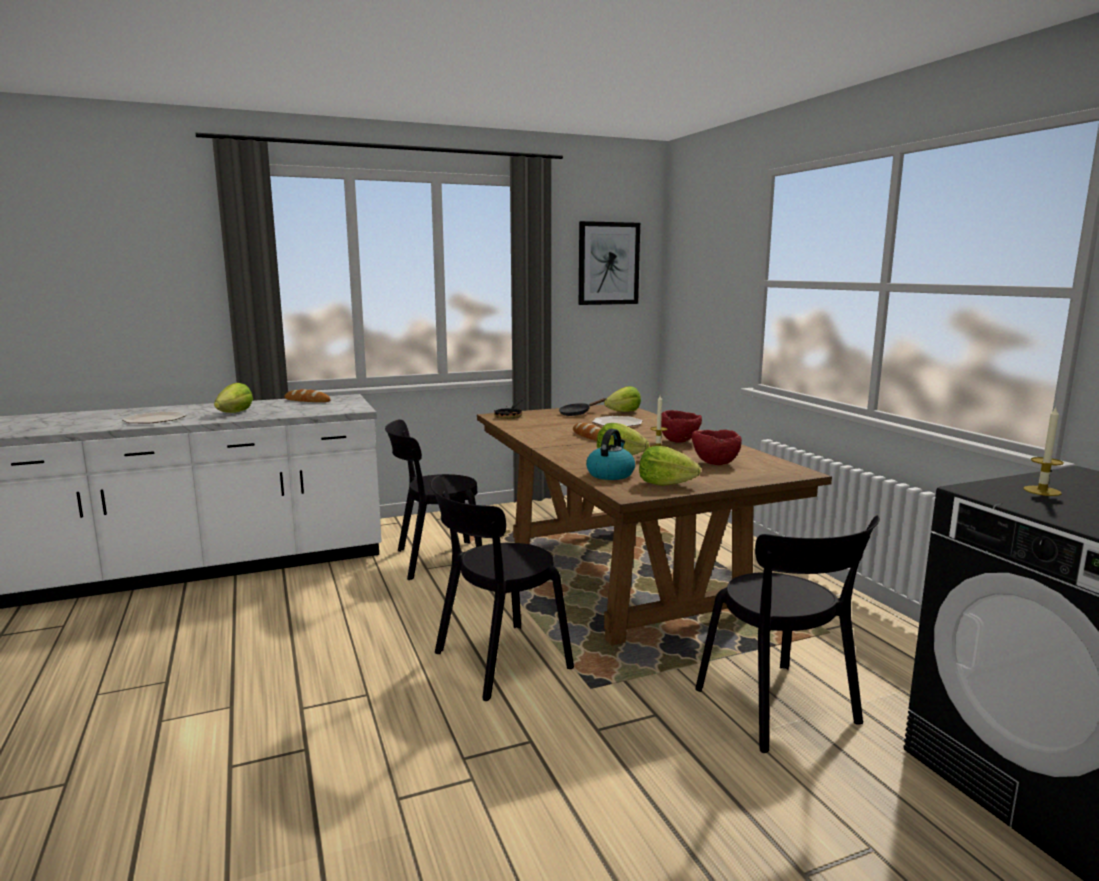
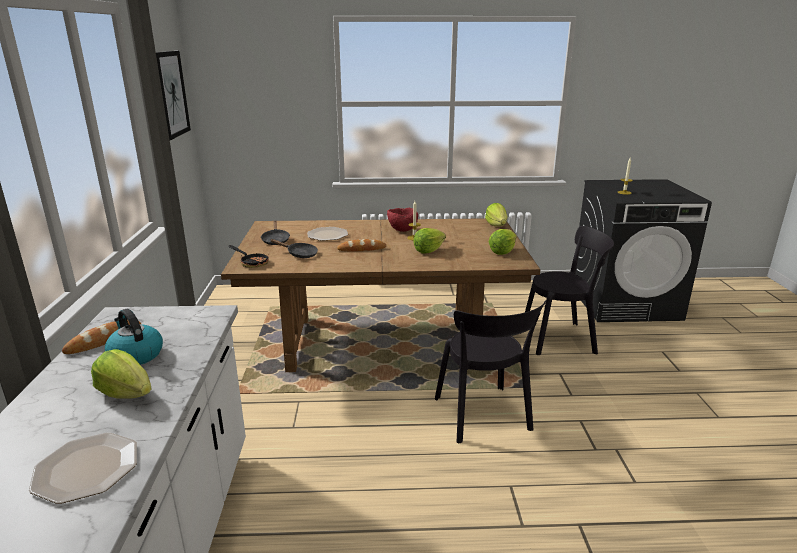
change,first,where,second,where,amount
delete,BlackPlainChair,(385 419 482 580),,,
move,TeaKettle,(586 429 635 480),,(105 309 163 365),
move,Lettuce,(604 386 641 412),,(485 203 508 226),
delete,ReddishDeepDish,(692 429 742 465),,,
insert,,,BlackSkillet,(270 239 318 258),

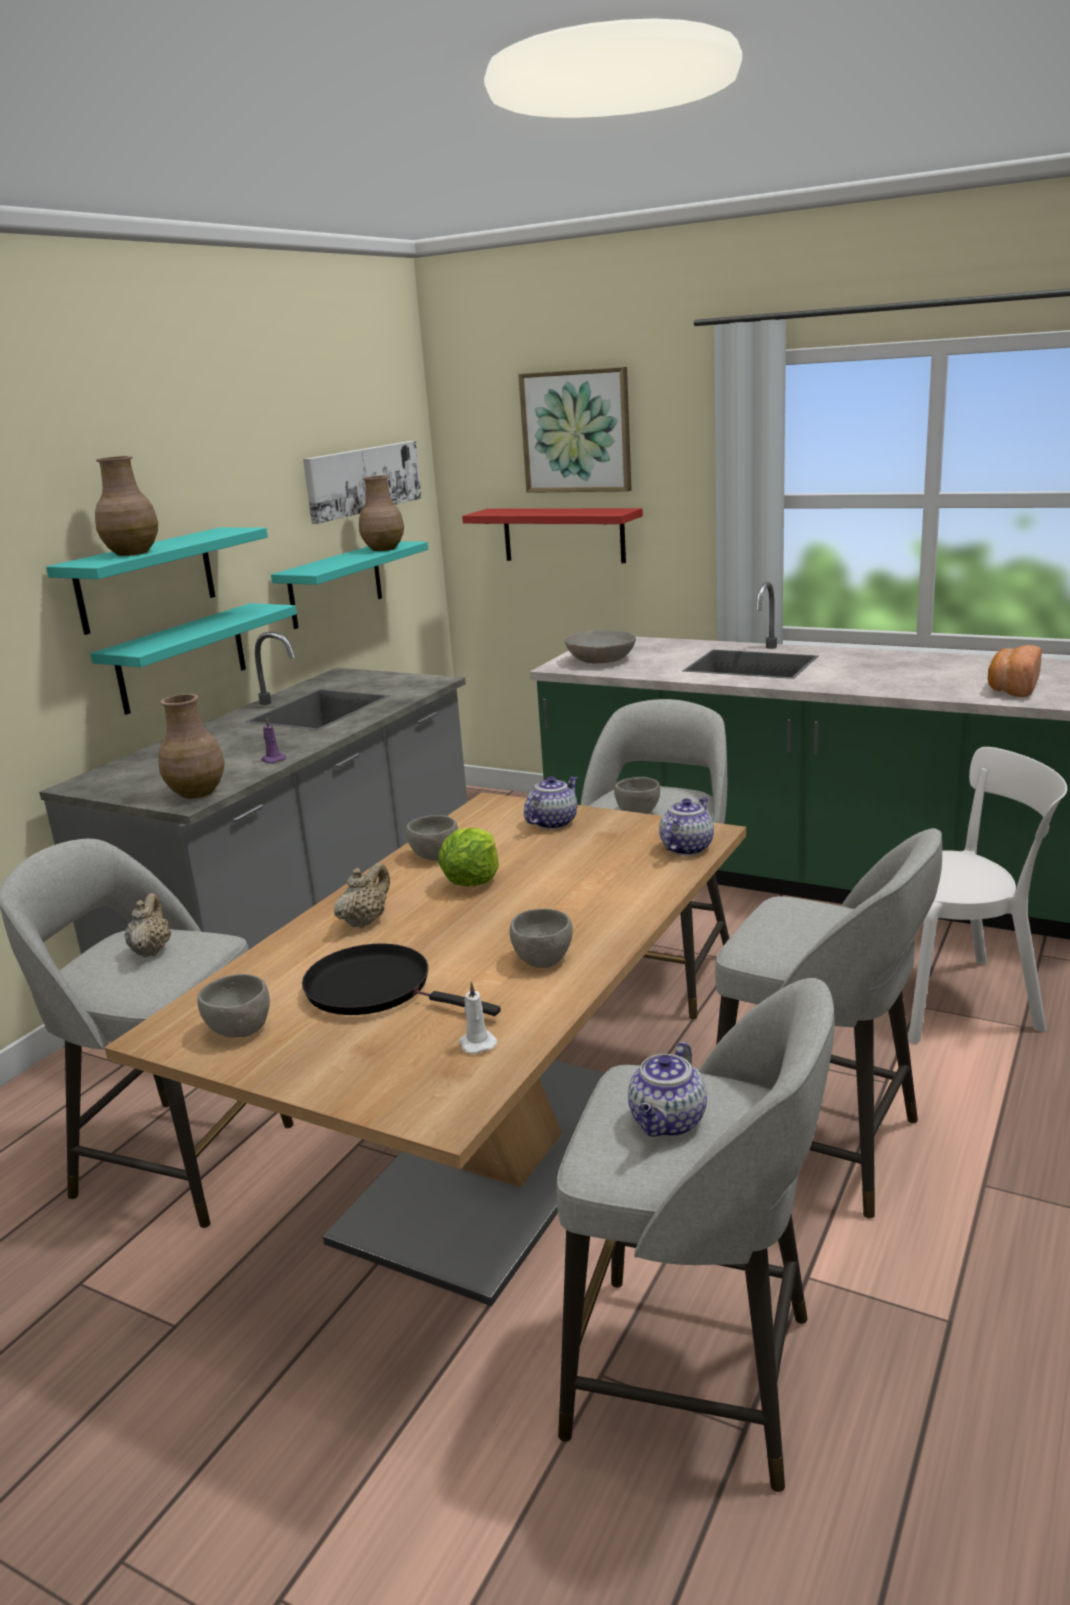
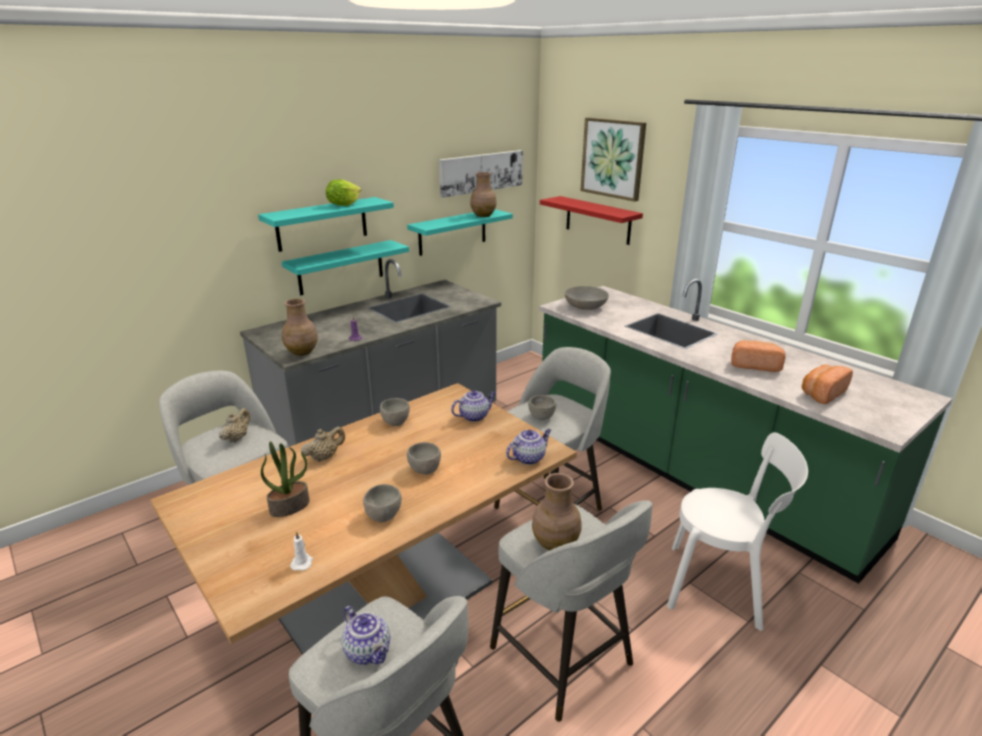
change,first,where,second,where,amount
move,BrownVase,(95 456 158 556),,(532 473 581 551),
move,GreyishDeepDish,(198 974 270 1038),,(407 442 441 475),
replace,BlackSkillet,(302 944 501 1016),PlantInAPot,(261 441 310 517),
move,Lettuce,(438 828 499 887),,(326 180 361 206),
rotate,TeaPot,(628 1042 707 1137),,(342 606 390 664),90 degrees counterclockwise
insert,,,BakedBread,(731 340 786 372),

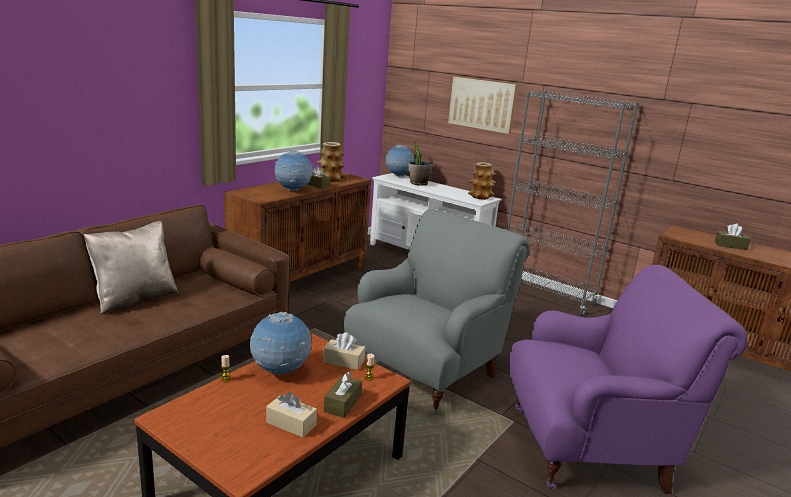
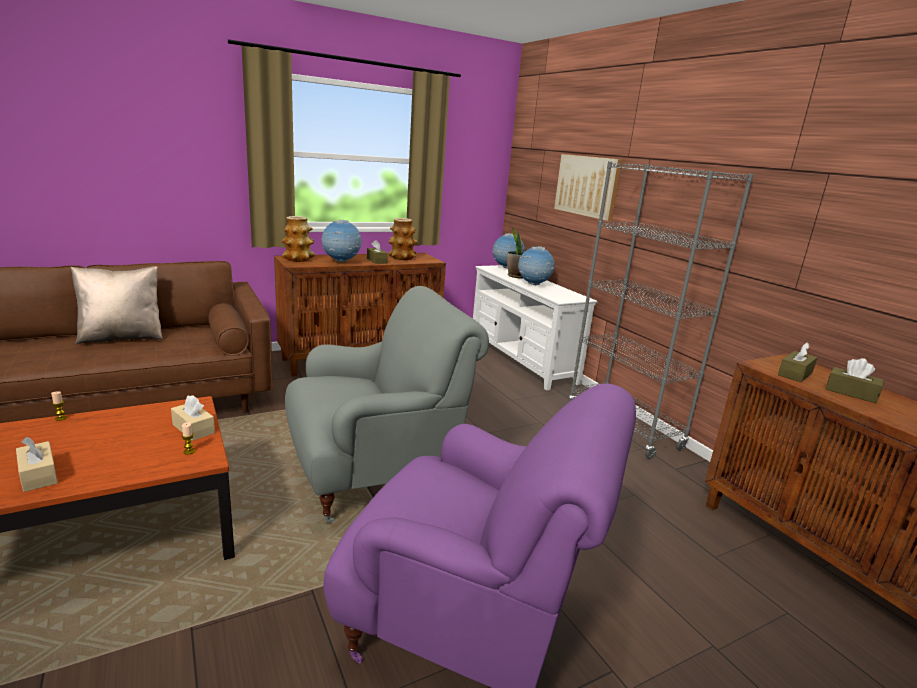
change,first,where,second,where,amount
move,WorldGlobe,(250 312 312 375),,(518 246 554 285),
move,BrownTissueHolder,(324 372 362 418),,(778 342 817 382),
move,Vase,(468 162 496 200),,(281 216 315 262),

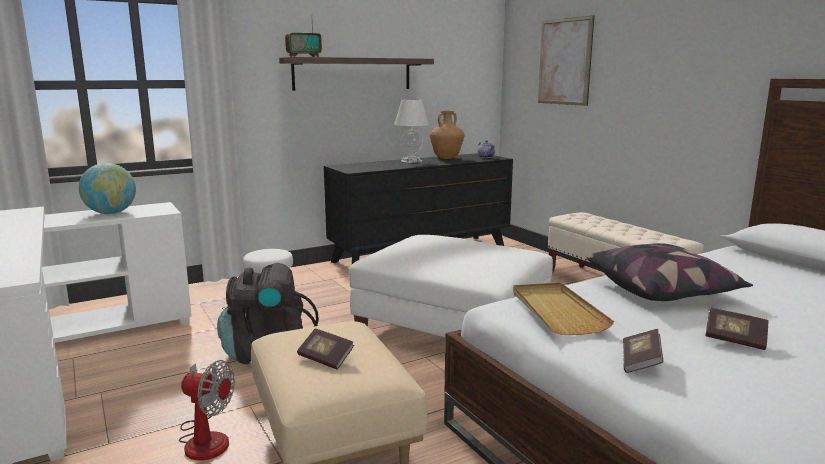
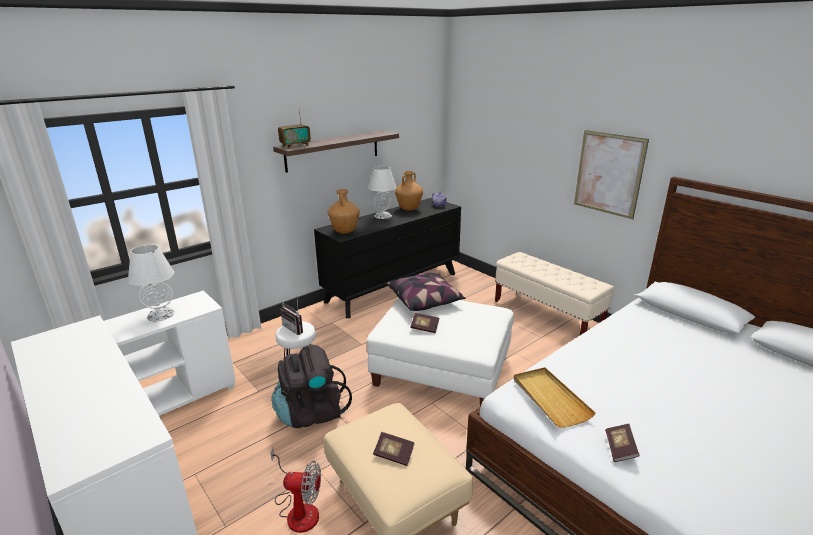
change,first,where,second,where,amount
replace,WorldGlobe,(79 163 136 214),WhitishLampForATable,(128 244 175 321),
move,WallPicture,(538 15 594 106),,(574 130 649 219),
move,ThrowPillow,(586 243 753 301),,(387 273 466 311),
move,Book,(706 308 768 350),,(410 313 439 333),
insert,,,RadioSet,(280 299 303 335),
insert,,,BrownVase,(328 189 360 234),

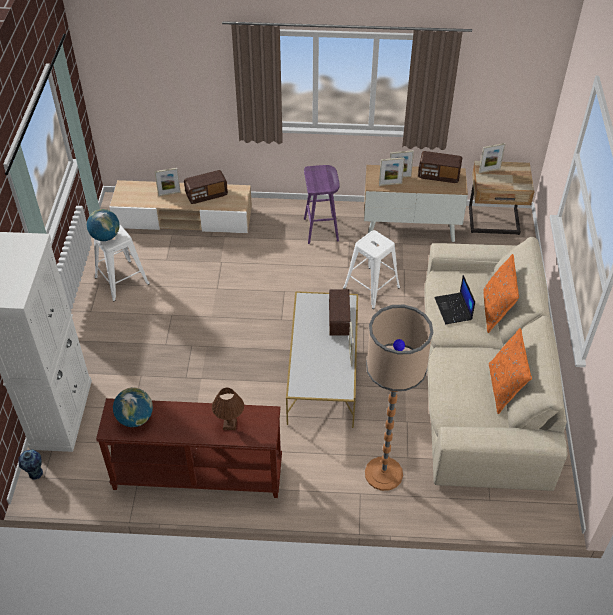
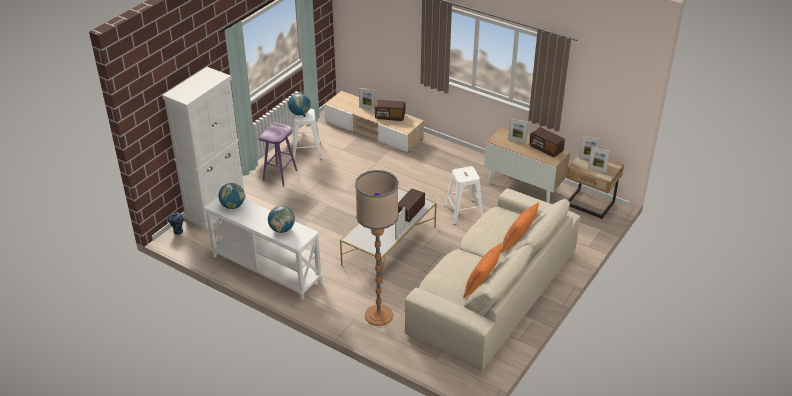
change,first,where,second,where,amount
recolor,BrownHallTable,(96 398 282 498),WhitishHallTable,(204 197 322 300),
replace,BrownLampForATable,(212 388 244 430),WorldGlobe,(268 206 295 233),
move,PurplishSittingStool,(304 165 340 244),,(259 122 297 186),
move,StandingFrame,(379 157 405 186),,(588 147 610 173),
delete,NotebookComputer,(434 275 475 324),,,

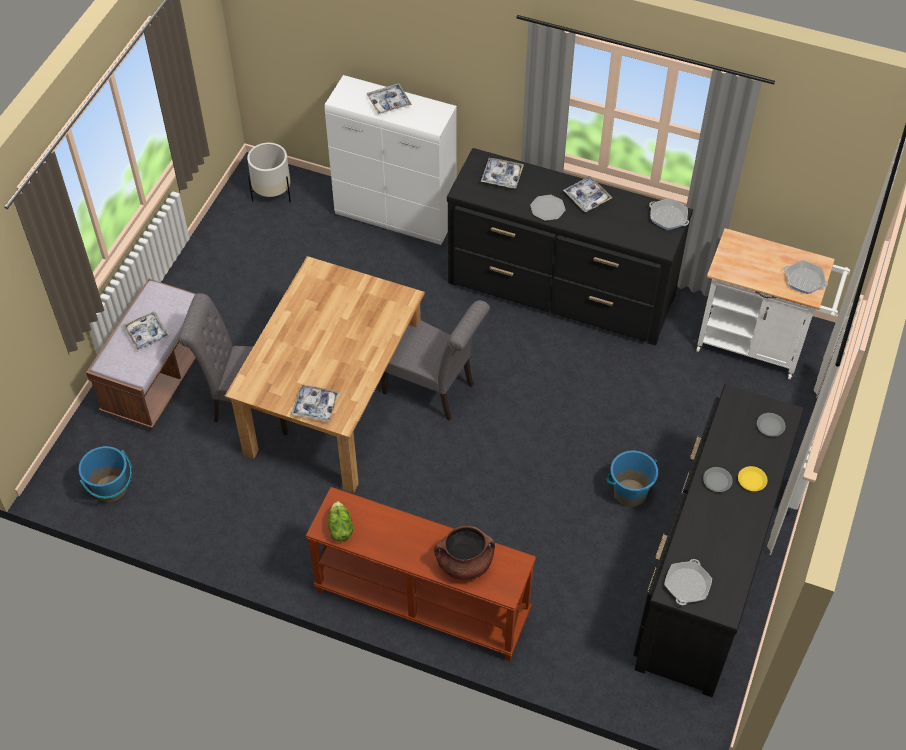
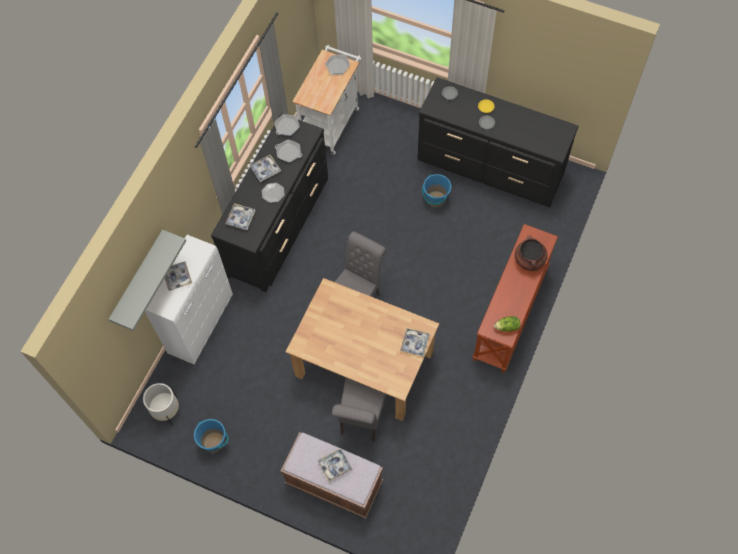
change,first,where,second,where,amount
move,BlueColouredWaterBucket,(78 446 132 502),,(194 419 228 453),
move,Skillet,(664 559 712 605),,(275 140 302 162),
insert,,,GreyishBracketShelf,(109 230 186 331),

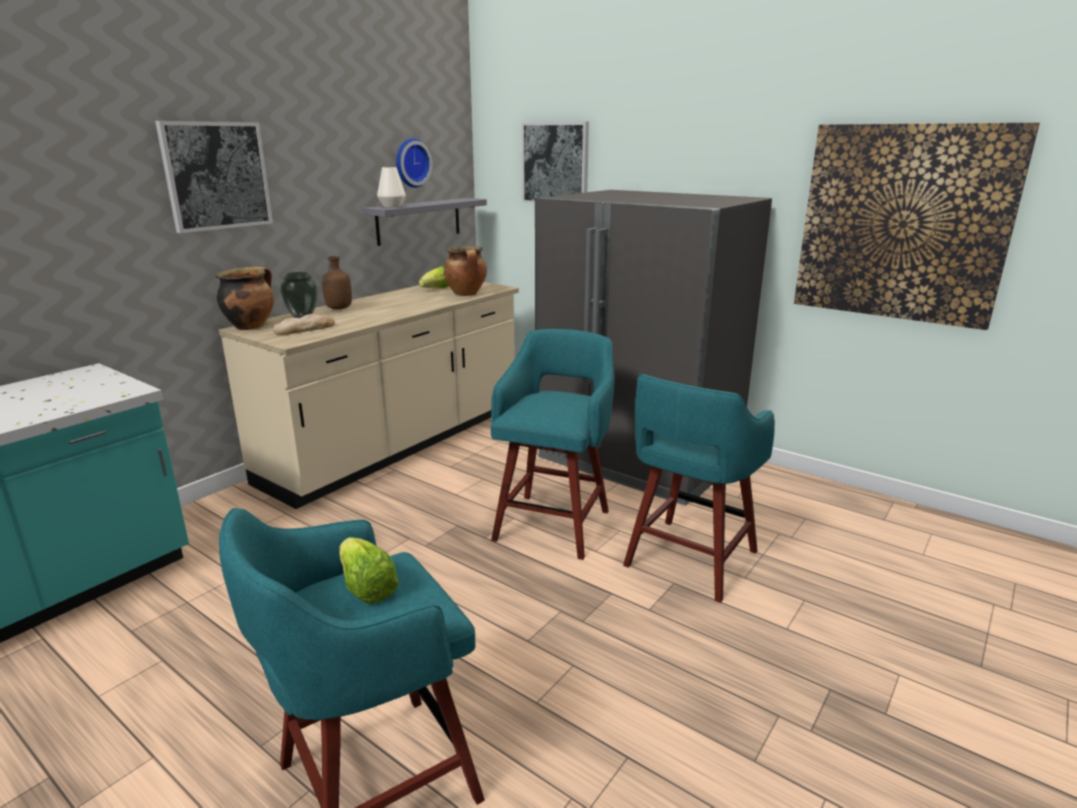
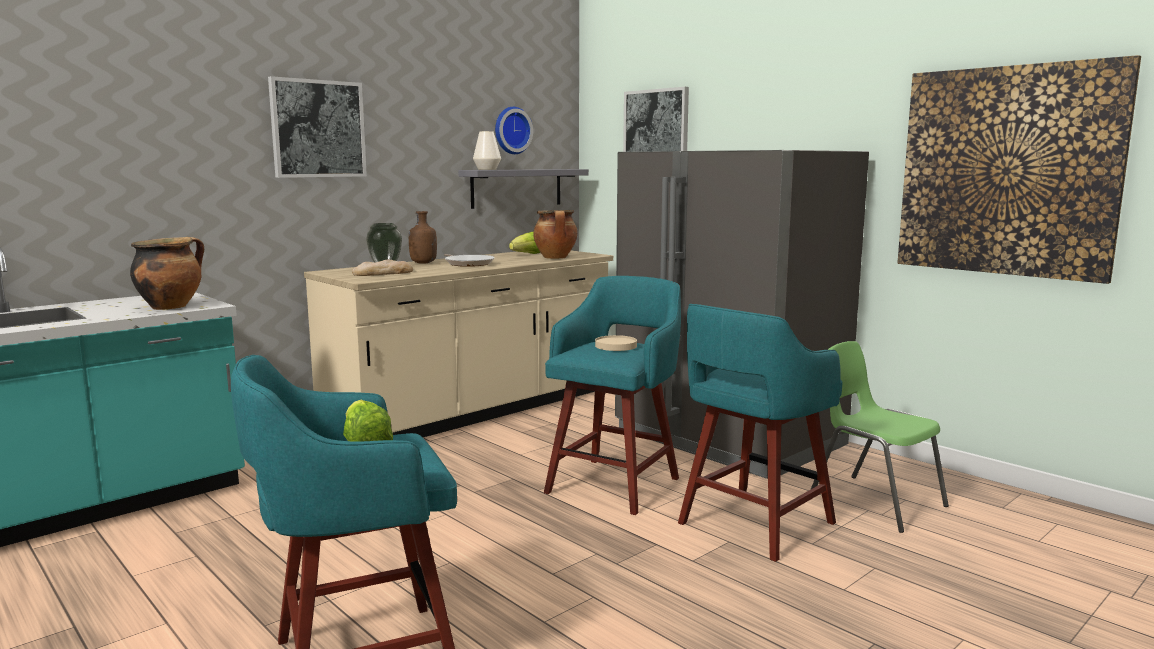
change,first,where,second,where,amount
move,Saucepot,(216 266 274 330),,(130 237 204 310),
insert,,,Skillet,(444 254 495 267),
insert,,,SandColouredFlatDish,(595 335 637 351),
insert,,,GreenPlainChair,(810 341 949 533),

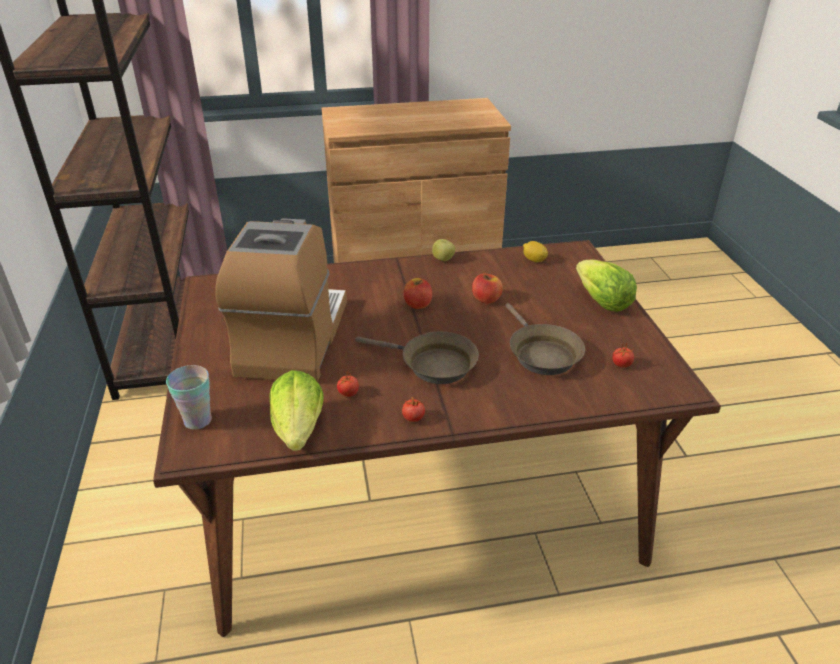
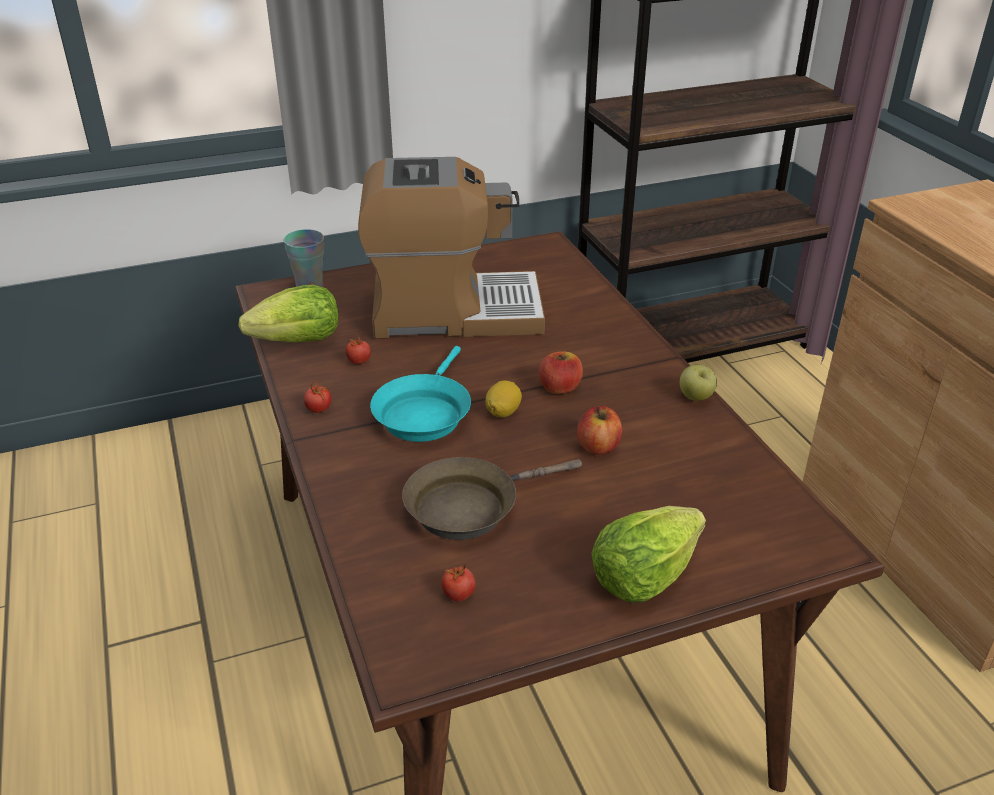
change,first,where,second,where,amount
recolor,BrownSkillet,(355 331 479 384),BlueGreenSkillet,(370 346 471 442),
move,WholeLemon,(523 241 548 262),,(485 380 522 417),

